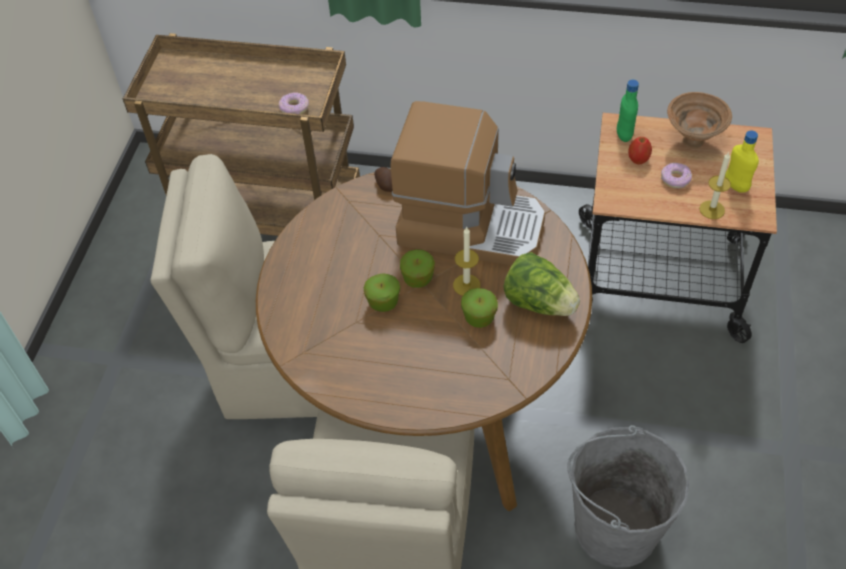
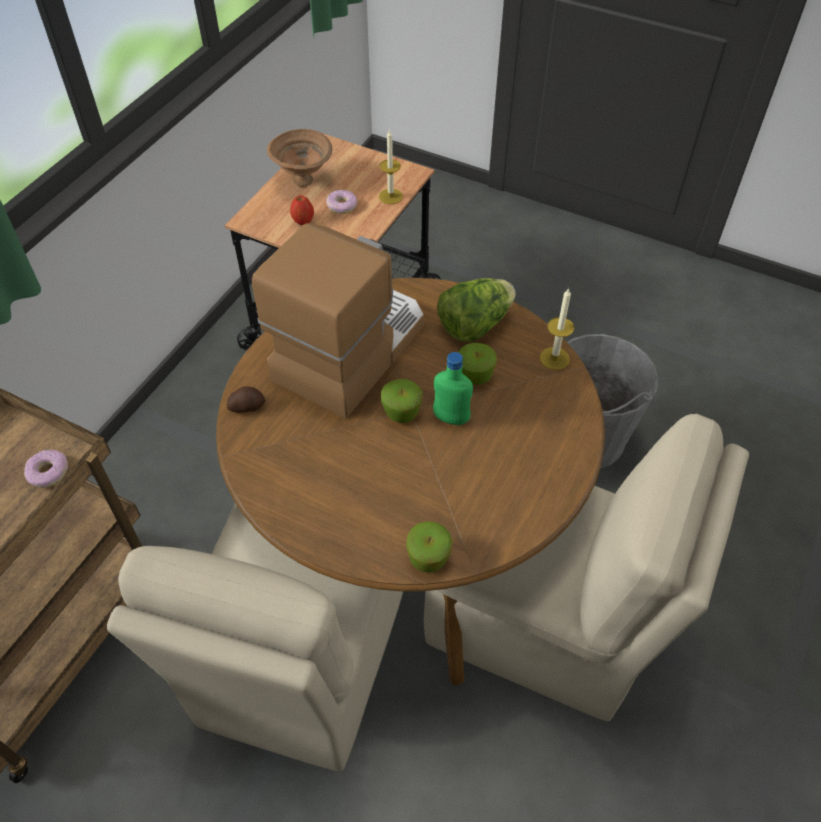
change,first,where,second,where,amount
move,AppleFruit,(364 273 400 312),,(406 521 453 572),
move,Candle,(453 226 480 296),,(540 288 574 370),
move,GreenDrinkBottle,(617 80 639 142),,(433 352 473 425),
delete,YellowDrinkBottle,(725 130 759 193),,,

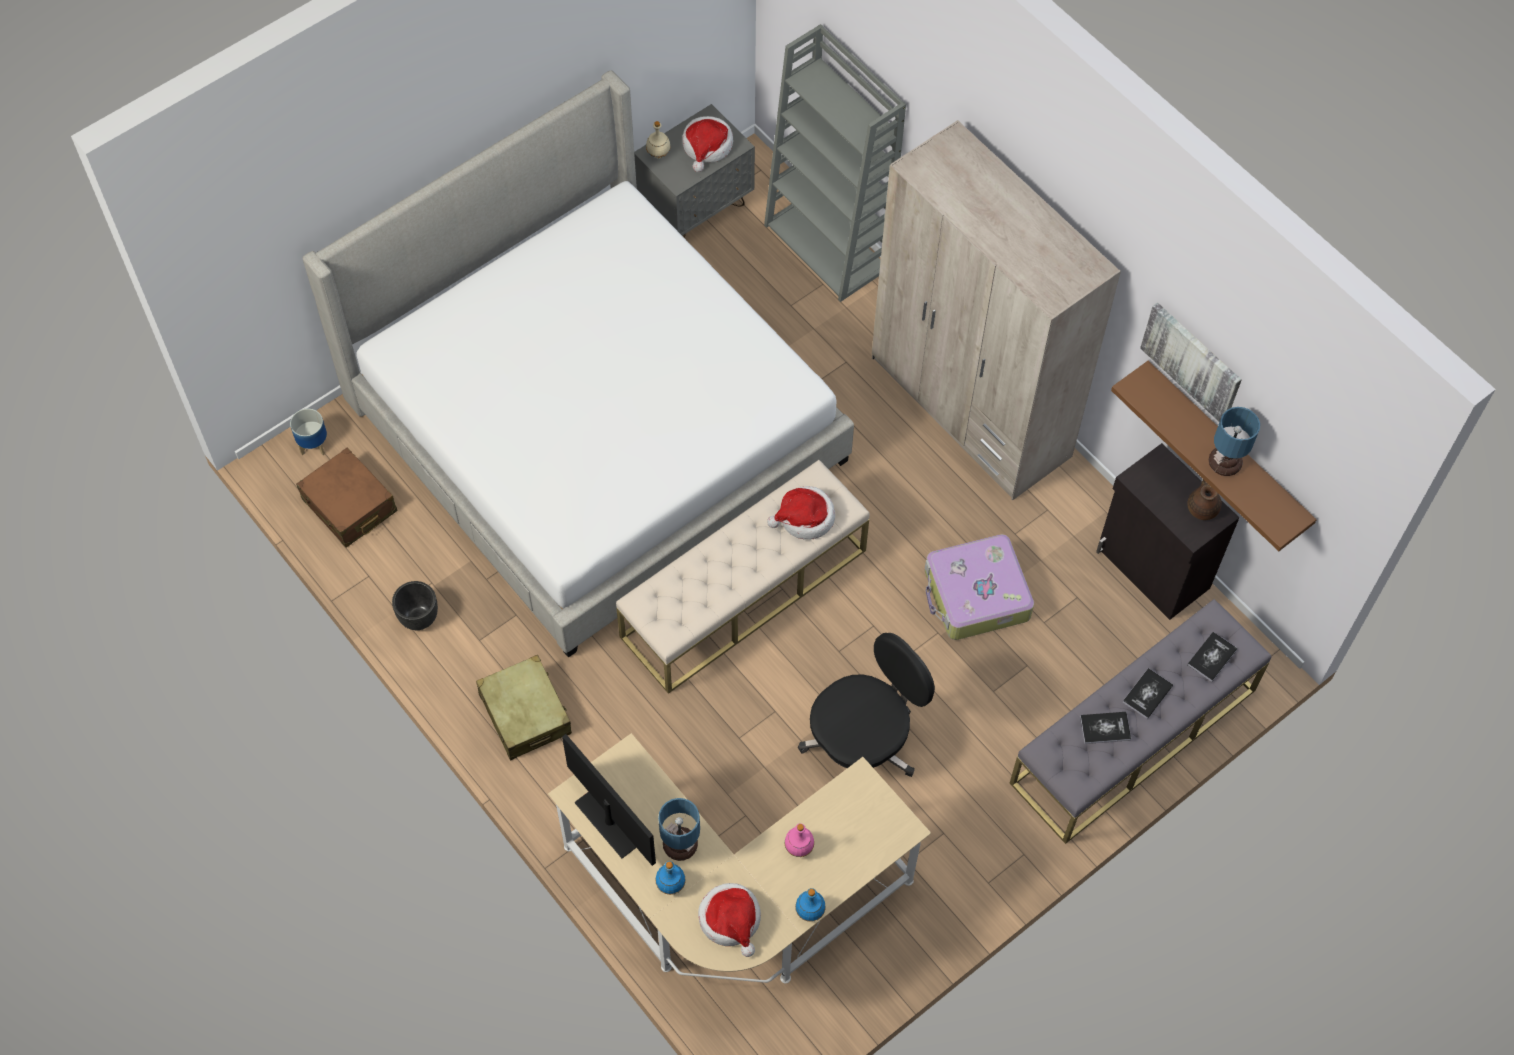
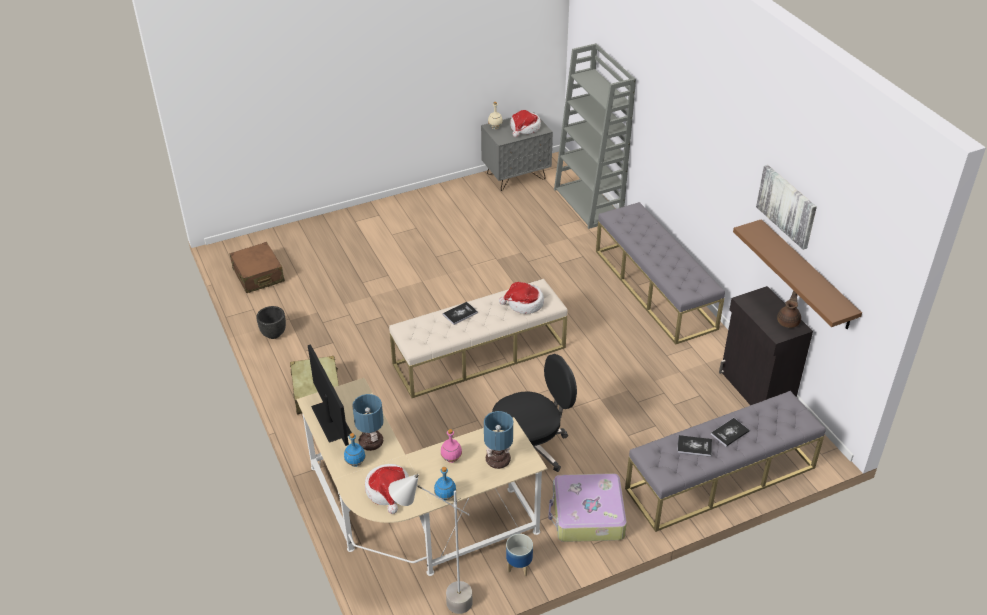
change,first,where,second,where,amount
move,PlantPot,(290 408 327 455),,(506 534 533 576),
delete,Bed,(303 70 854 658),,,
replace,SandColouredArmoire,(872 120 1121 501),GreyishIndoorBench,(596 202 725 345),
move,TravelCase,(925 534 1034 640),,(548 473 627 542),
move,Book,(1187 632 1238 682),,(443 302 478 325),
move,LampForATable,(1209 407 1260 476),,(484 411 513 469),
insert,,,GreyishStandingLamp,(388 474 473 614),

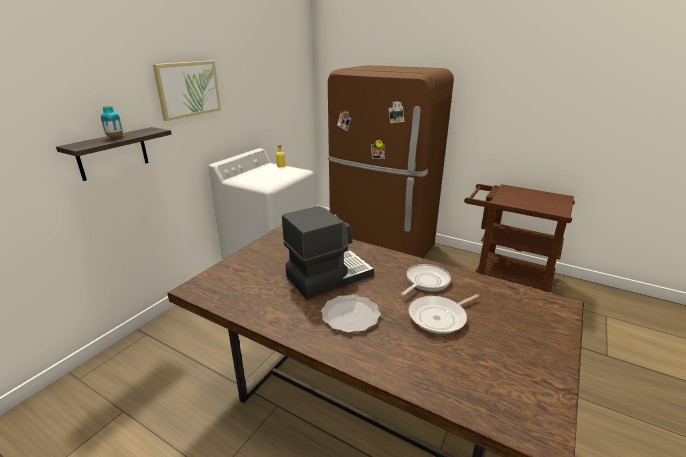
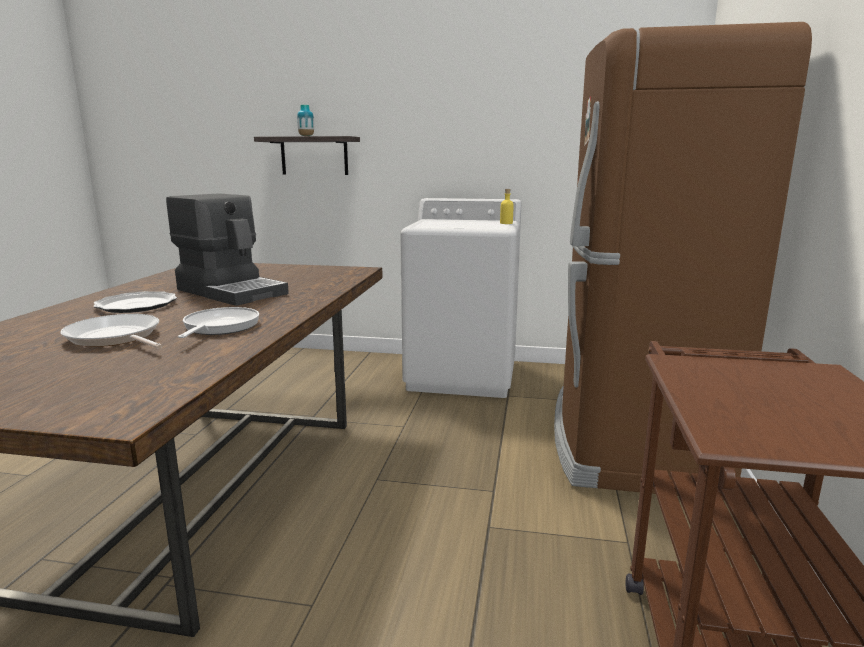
change,first,where,second,where,amount
delete,WallPicture,(153 61 221 121),,,
rotate,Skillet,(401 264 451 295),,(178 307 259 338),105 degrees counterclockwise

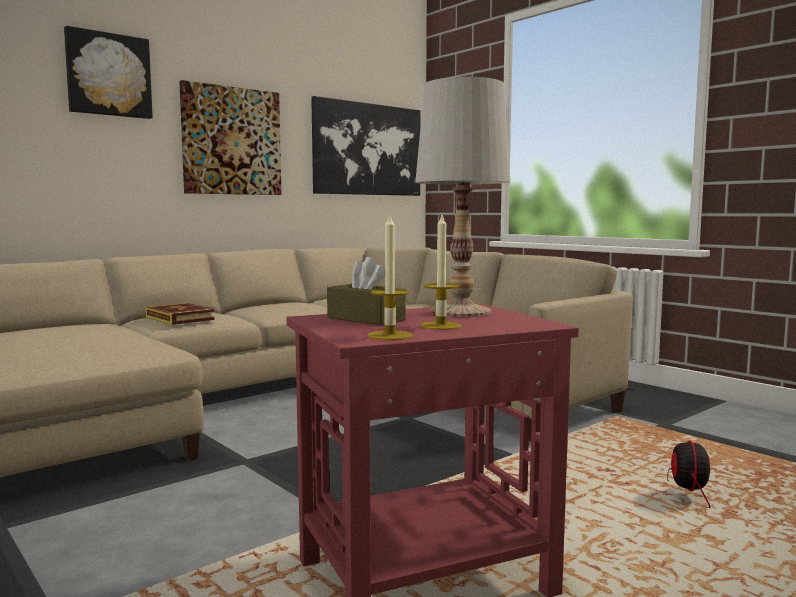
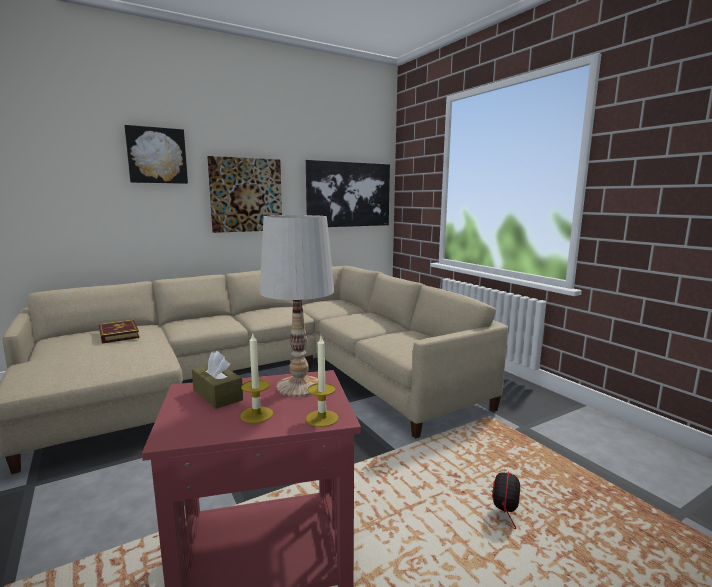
change,first,where,second,where,amount
move,Book,(145 303 215 325),,(99 319 140 344),
move,Candle,(368 215 413 340),,(306 336 338 427),

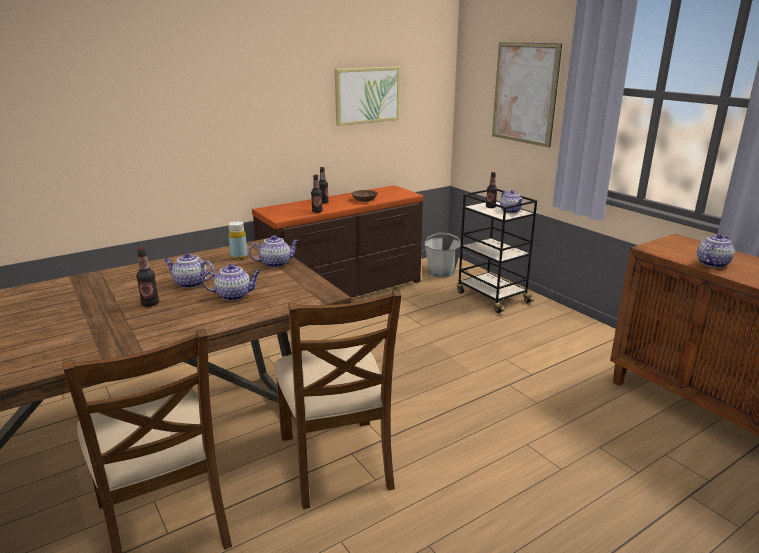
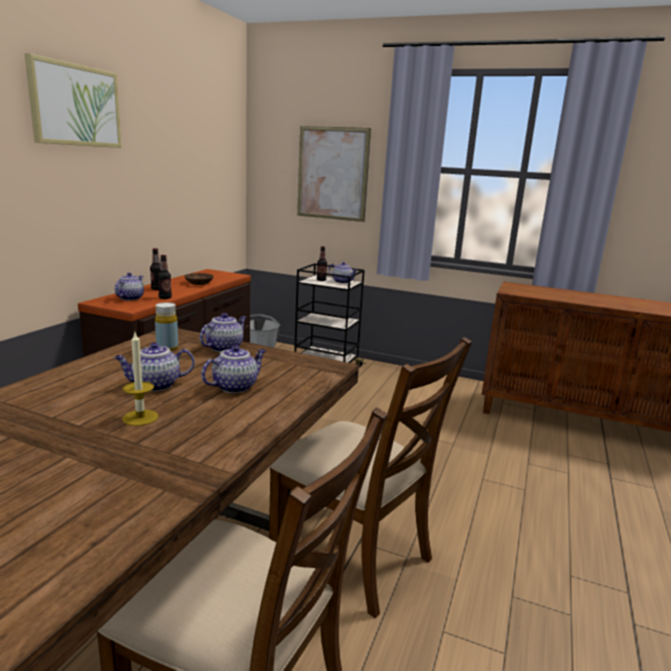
change,first,where,second,where,amount
replace,DrinkBottle,(136 248 159 307),Candle,(122 332 158 426),
move,WallPicture,(335 66 400 126),,(25 53 122 148),
move,TeaPot,(697 234 734 268),,(115 273 144 301),

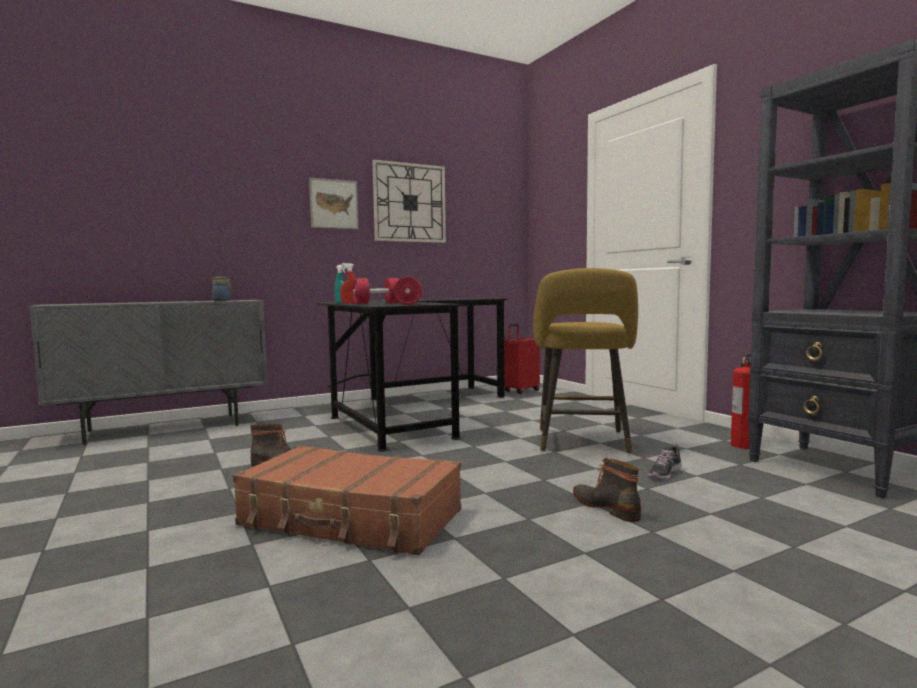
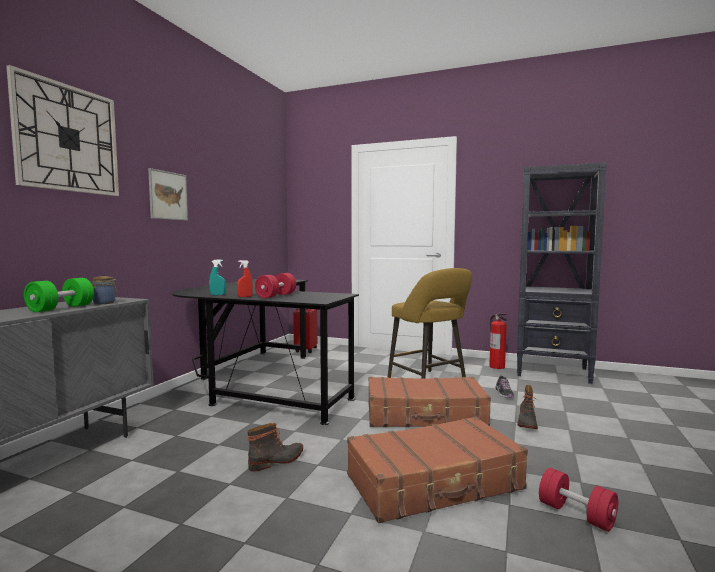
change,first,where,second,where,amount
move,HangingClock,(372 160 446 243),,(6 65 119 196),
move,ReddishDumbbell,(394 277 422 305),,(539 468 618 532),
rotate,Boot,(573 458 641 522),,(517 385 538 429),90 degrees counterclockwise
insert,,,GreenDumbbell,(24 278 94 312),
insert,,,BrownTravelCase,(368 377 491 427),

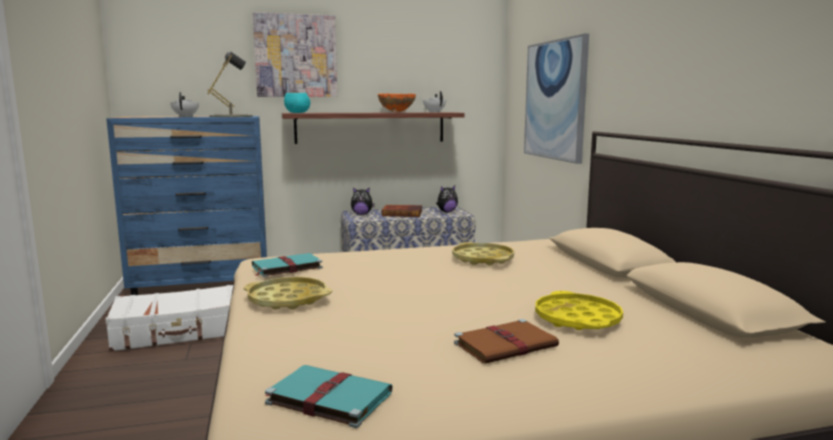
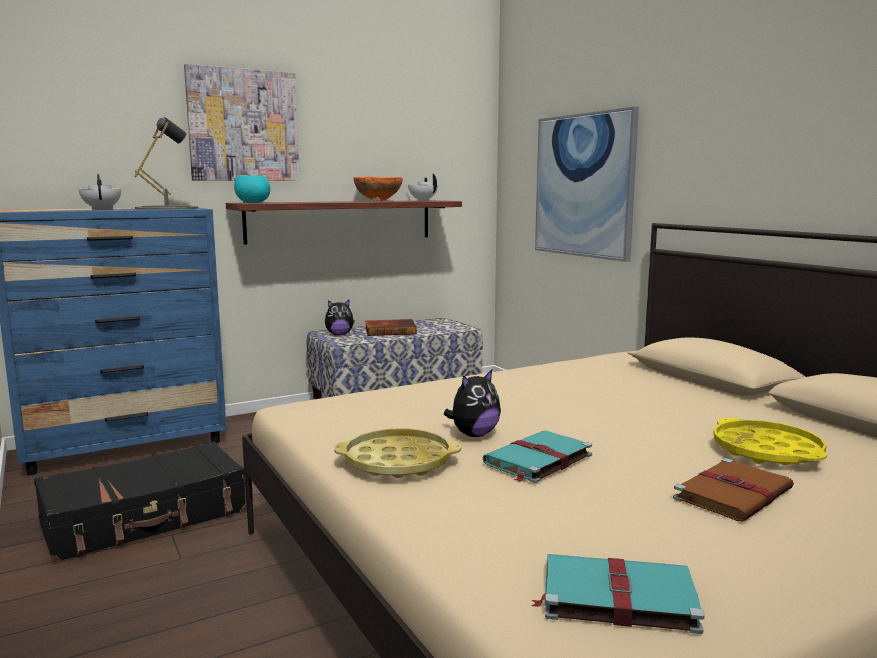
change,first,where,second,where,amount
recolor,WhitishTravelCase,(105 285 233 352),BlackTravelCase,(34 441 247 563),
move,BlueGreenBook,(252 253 323 277),,(483 431 592 483),
move,SoftToy,(436 186 458 212),,(444 370 501 437),
delete,YellowServingTray,(452 242 514 266),,,

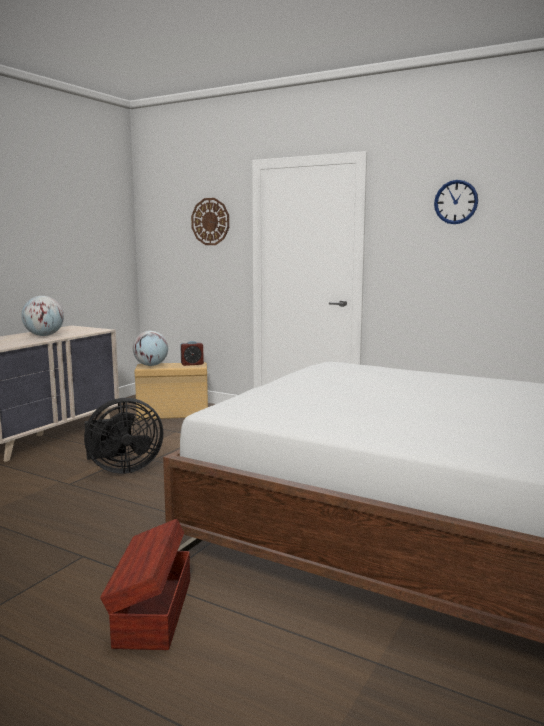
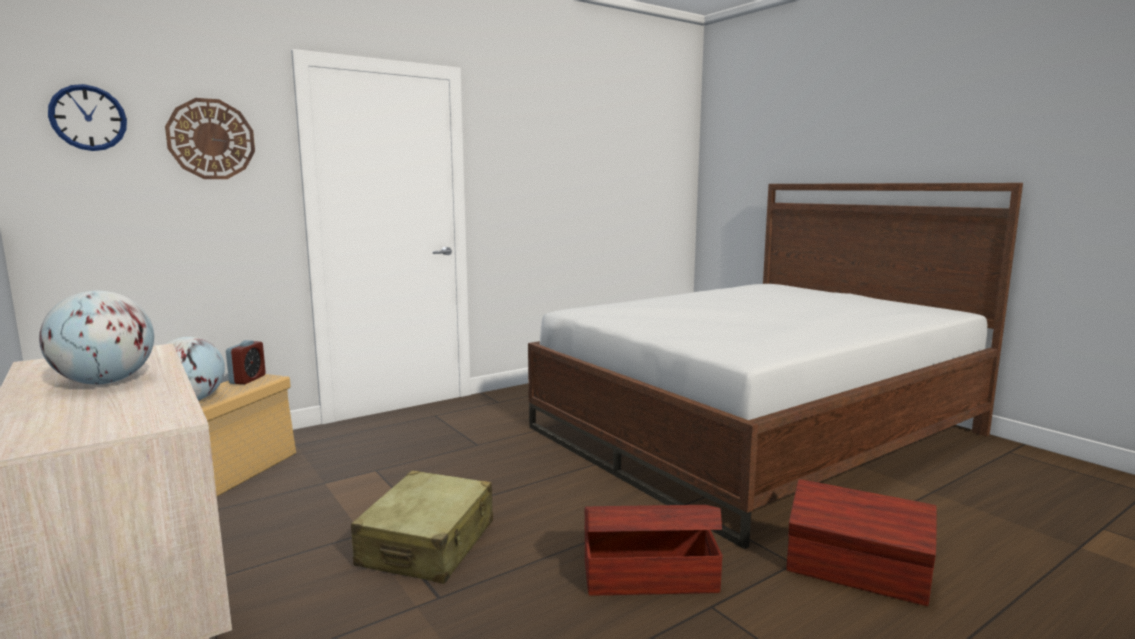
change,first,where,second,where,amount
replace,BlackCoolingFan,(84 398 163 474),SandColouredTravelCase,(351 470 493 584),
move,HangingClock,(434 180 478 224),,(48 84 127 151),
insert,,,BrownStorageBin,(584 505 723 595),

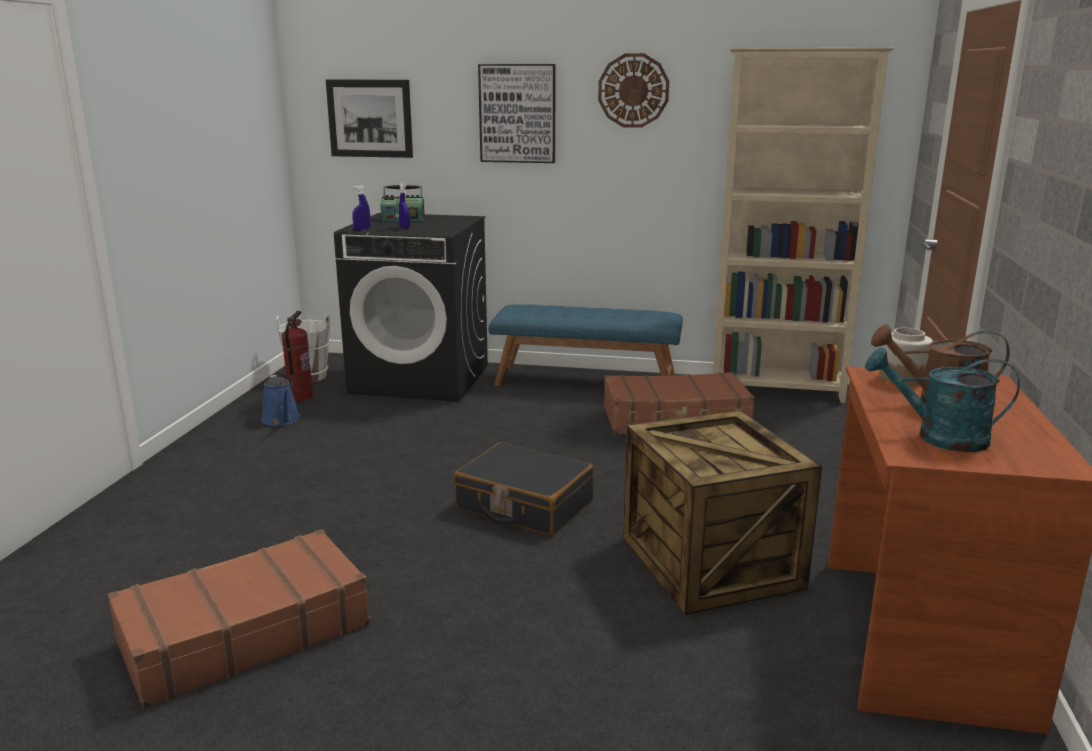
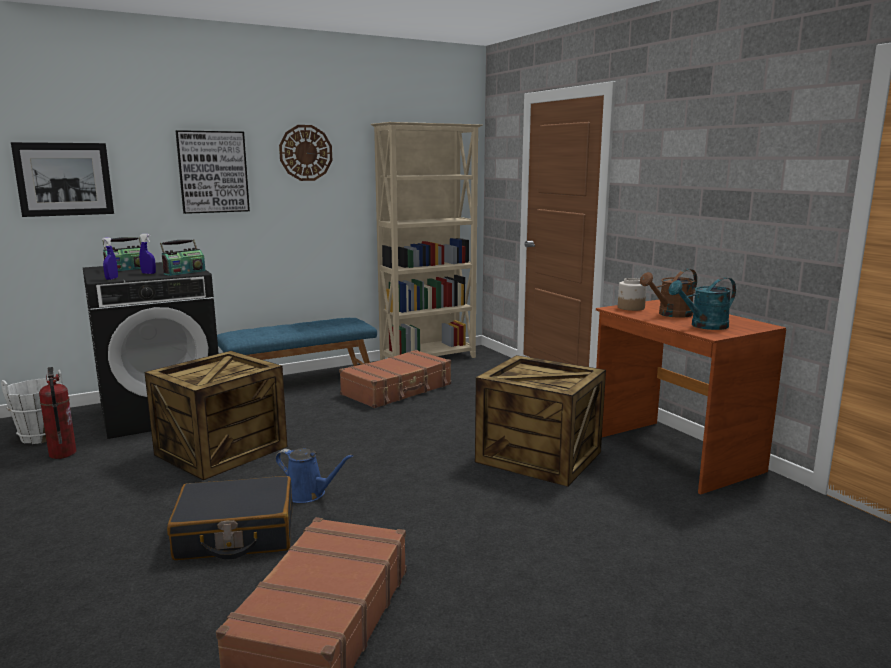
change,first,where,second,where,amount
move,BlueColouredWateringCan,(261 375 300 426),,(275 449 353 503),
move,BlackTravelCase,(454 442 594 536),,(167 476 292 560),
insert,,,Crate,(144 351 287 480),
insert,,,RadioSet,(160 239 205 276),

